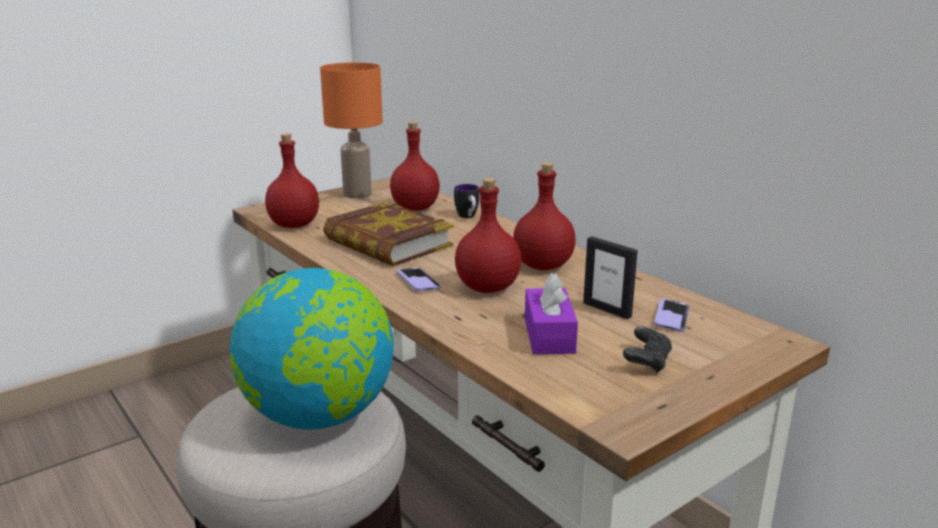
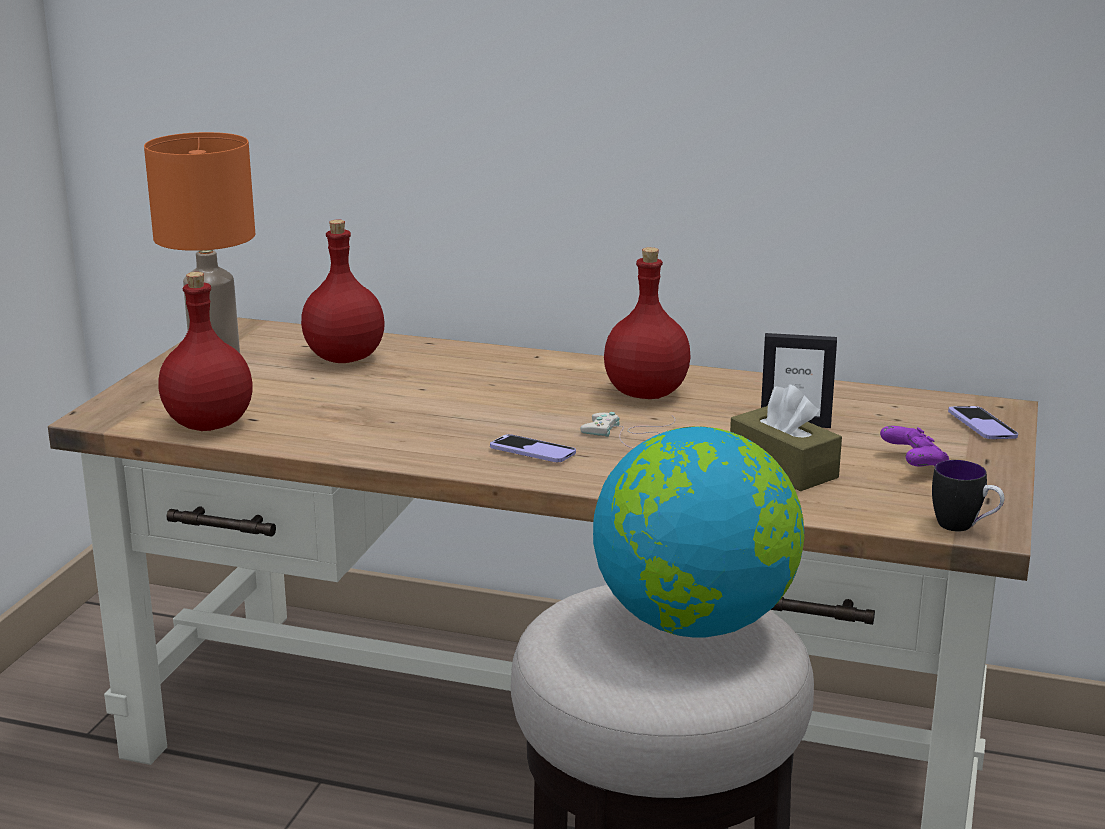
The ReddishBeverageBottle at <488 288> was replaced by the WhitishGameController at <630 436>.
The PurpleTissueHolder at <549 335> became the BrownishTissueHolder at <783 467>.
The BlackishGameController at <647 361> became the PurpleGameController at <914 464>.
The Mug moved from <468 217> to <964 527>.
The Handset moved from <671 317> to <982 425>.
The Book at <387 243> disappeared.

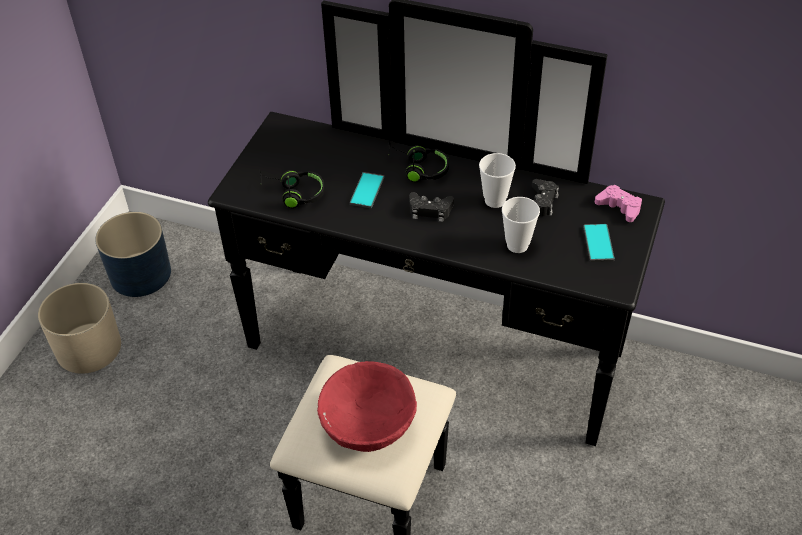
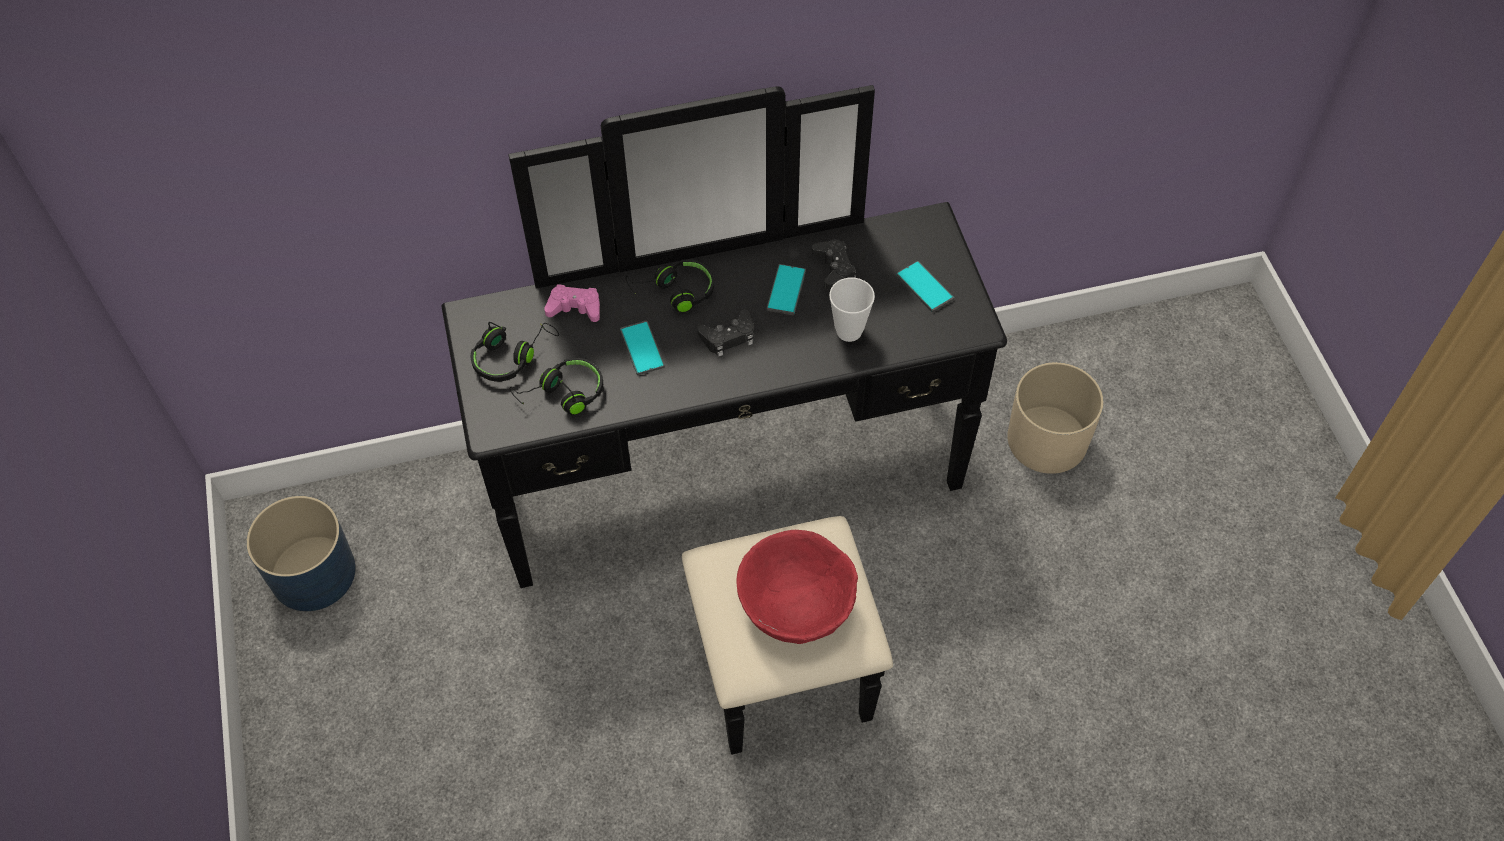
The BlackishHeadphones at <512 356> appeared.
The PinkColouredGameController moved from <619 207> to <575 308>.
The SmallCup at <495 200> was replaced by the Handset at <786 290>.
The SandColouredPlanter moved from <89 348> to <1048 440>.

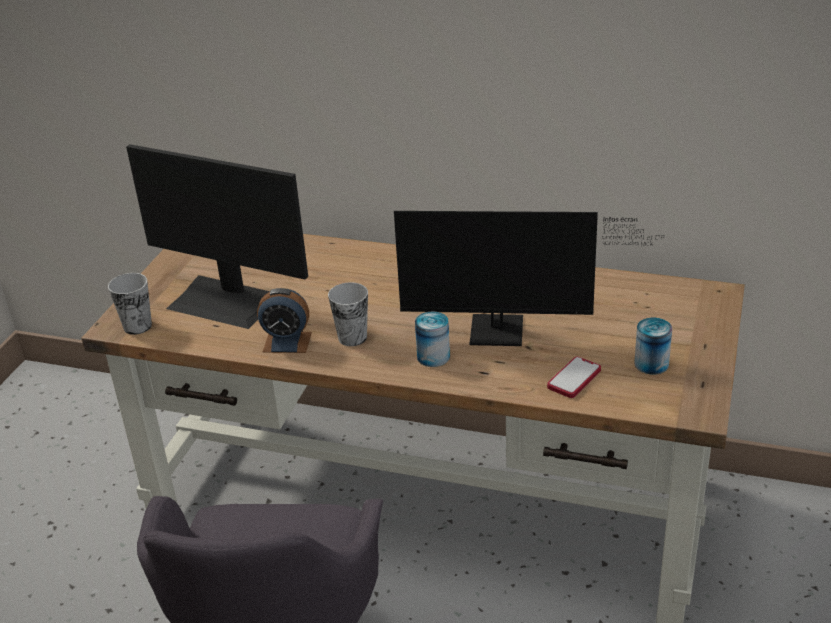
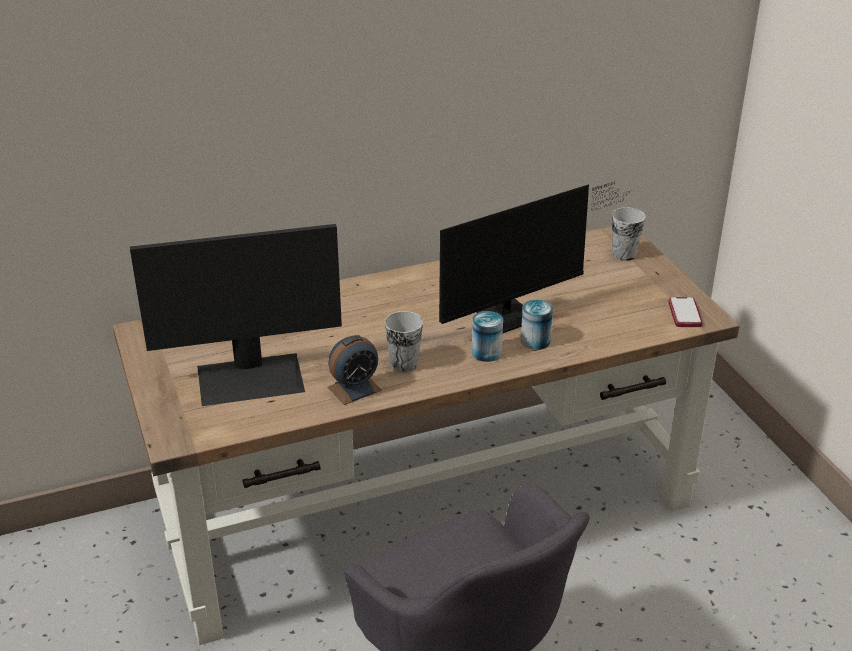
The MetalCan moved from <651 364> to <535 341>.
The SmallCup moved from <137 326> to <624 254>.
The Handset moved from <574 379> to <684 313>.

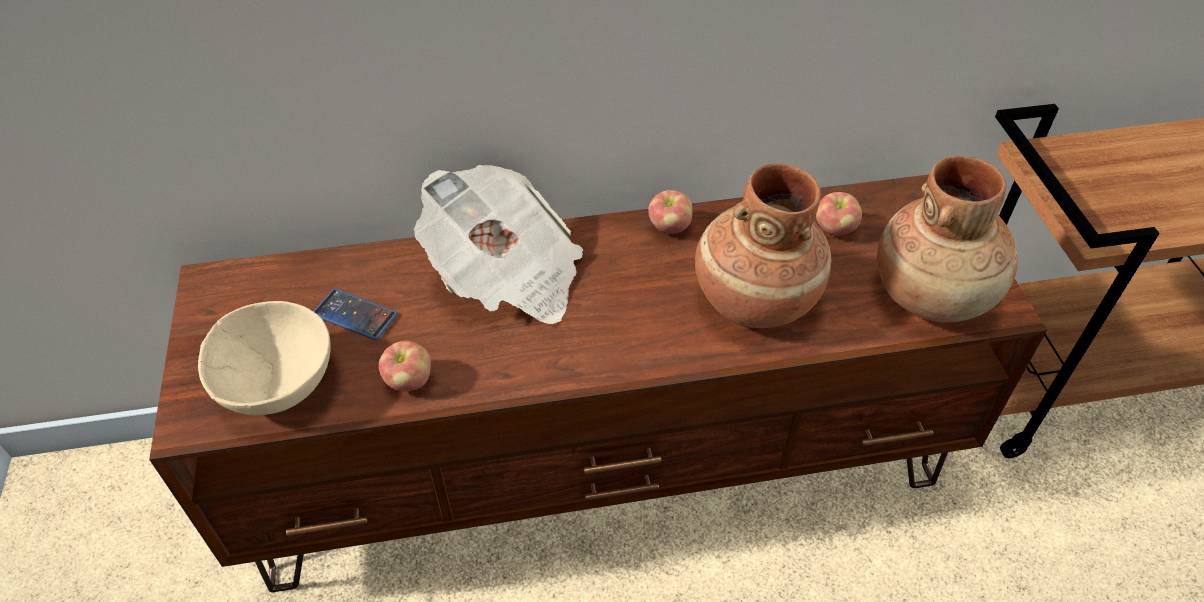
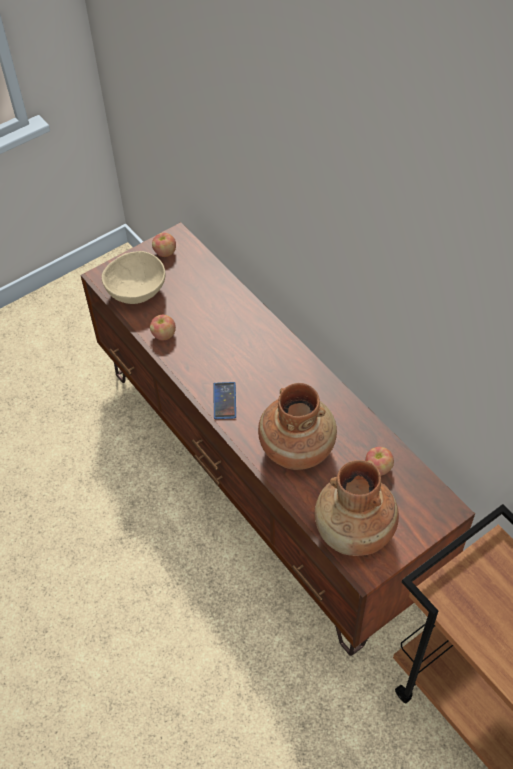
The WholeApple moved from <669 227> to <165 252>.
The Handset moved from <355 315> to <224 401>.
The Newspaper at <506 275> disappeared.

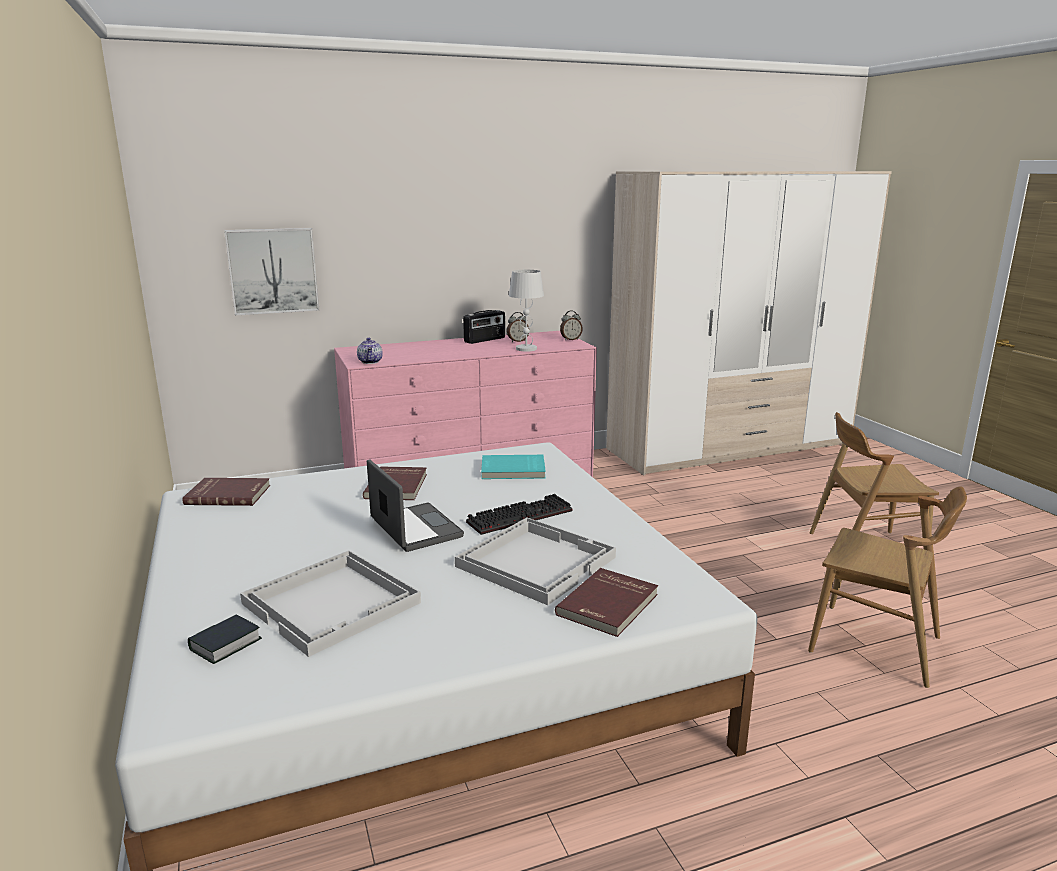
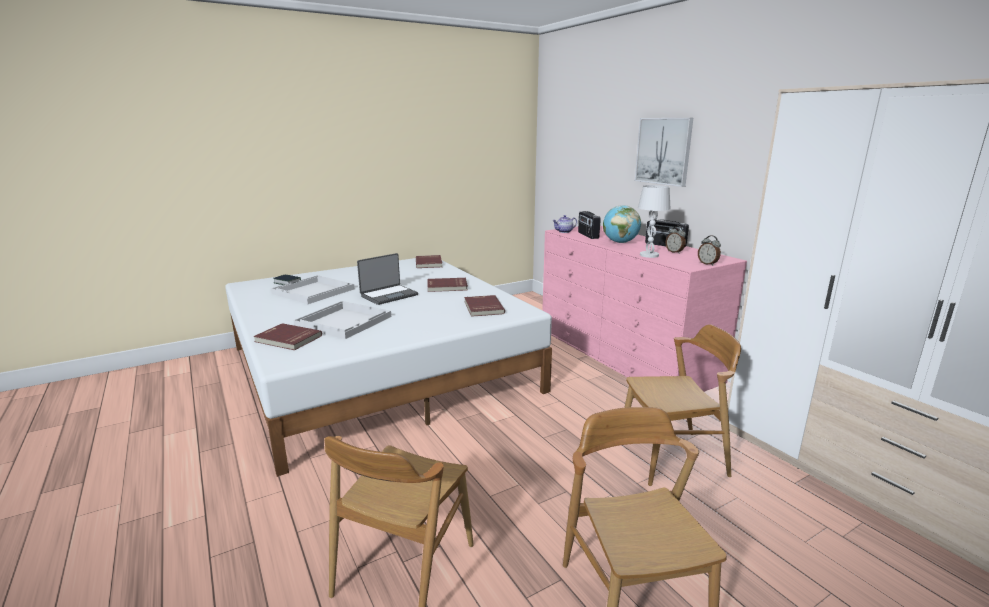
The TurquoiseColouredBook at <513 470> became the ReddishBook at <483 308>.
The RadioReceiver at <587 235> appeared.
The Globe at <620 242> appeared.
The BrownishUprightChair at <672 458> appeared.
The WallArt moved from <273 271> to <663 151>.
The Keyboard at <520 515> disappeared.

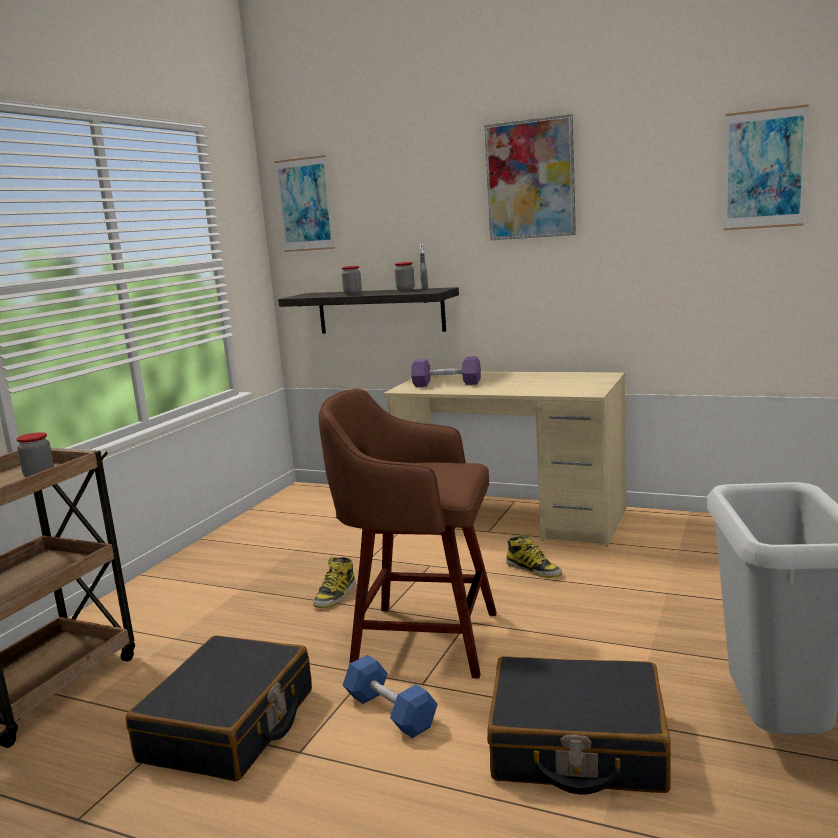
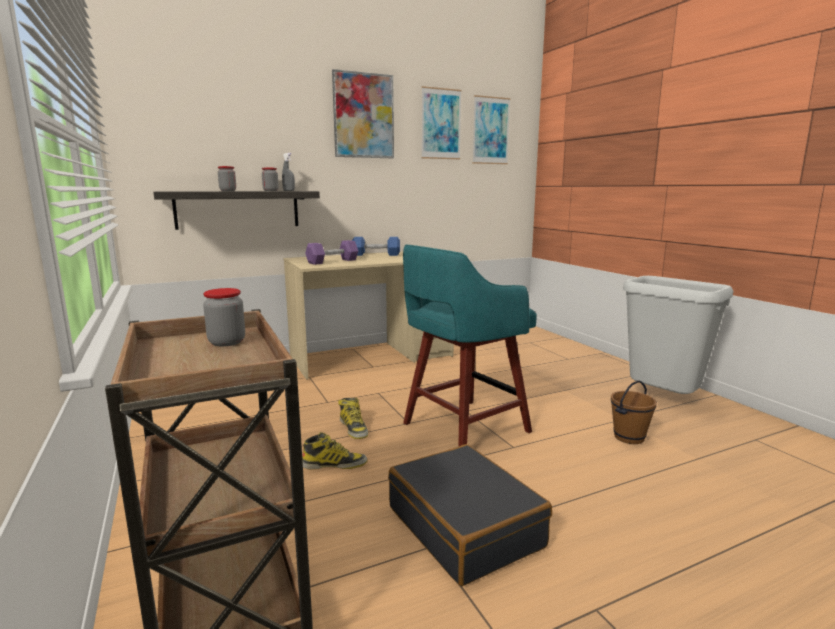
The HighTopBoot moved from <534 569> to <335 464>.
The BluishHandWeight moved from <390 711> to <376 255>.
The BrownishStoolSeat at <420 639> became the TurquoiseColouredStoolSeat at <462 428>.
The WallArt moved from <305 204> to <441 124>.
The BlackishPieceOfLuggage at <577 746> was replaced by the BrownishBucket at <628 437>.

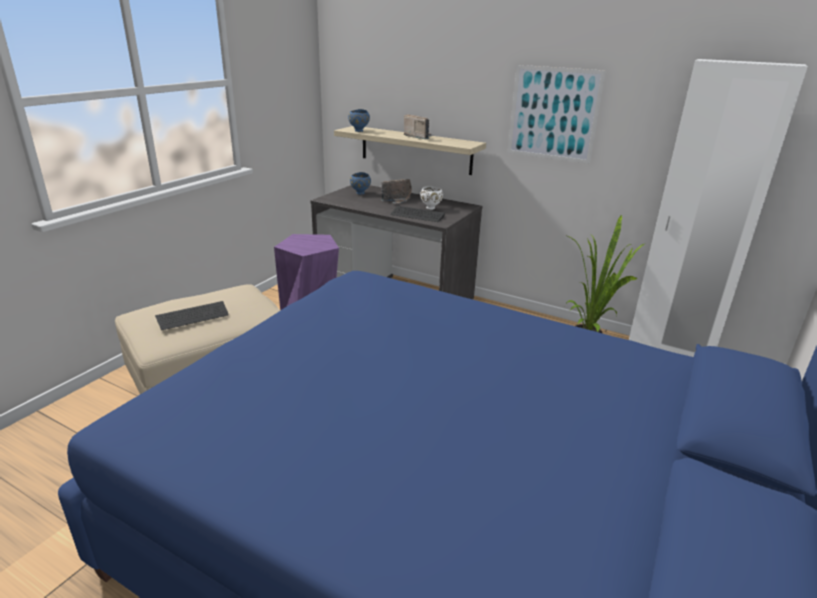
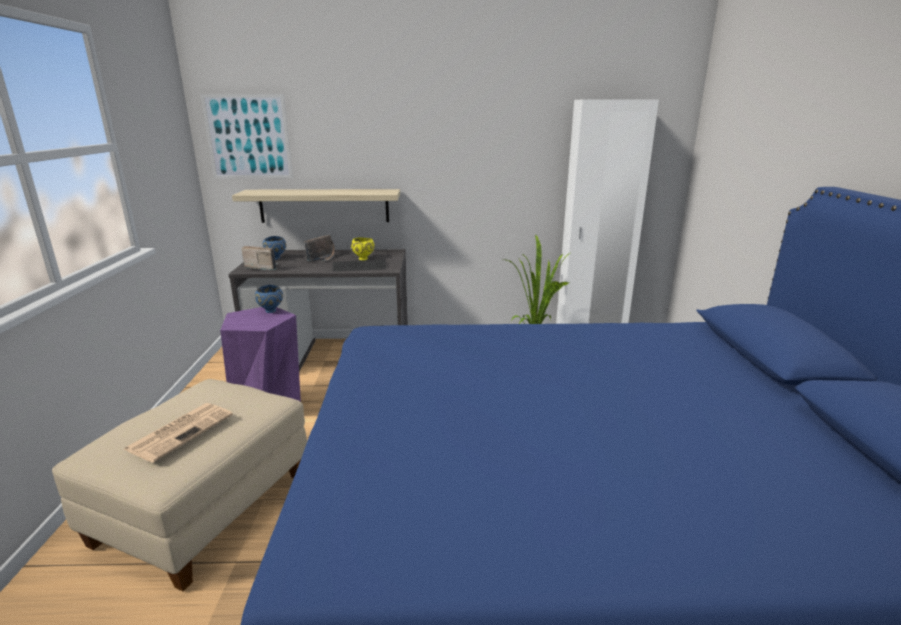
The Keyboard at <193 317> was replaced by the Newspaper at <181 431>.
The WallArt moved from <553 114> to <248 137>.
The RadioReceiver moved from <418 137> to <262 267>.
The BluishServingBowl moved from <359 131> to <271 311>.
The WhitishServingBowl at <431 208> became the YellowServingBowl at <364 259>.

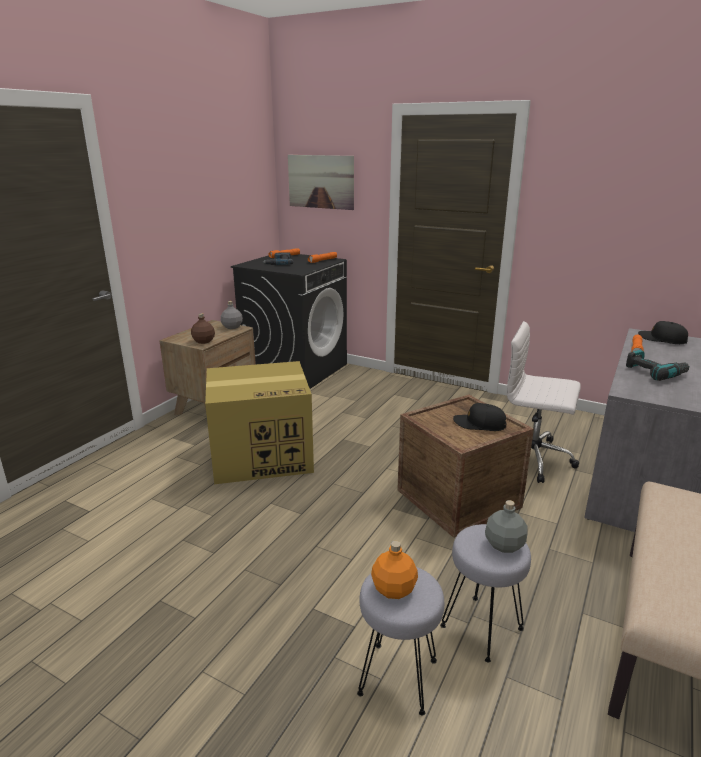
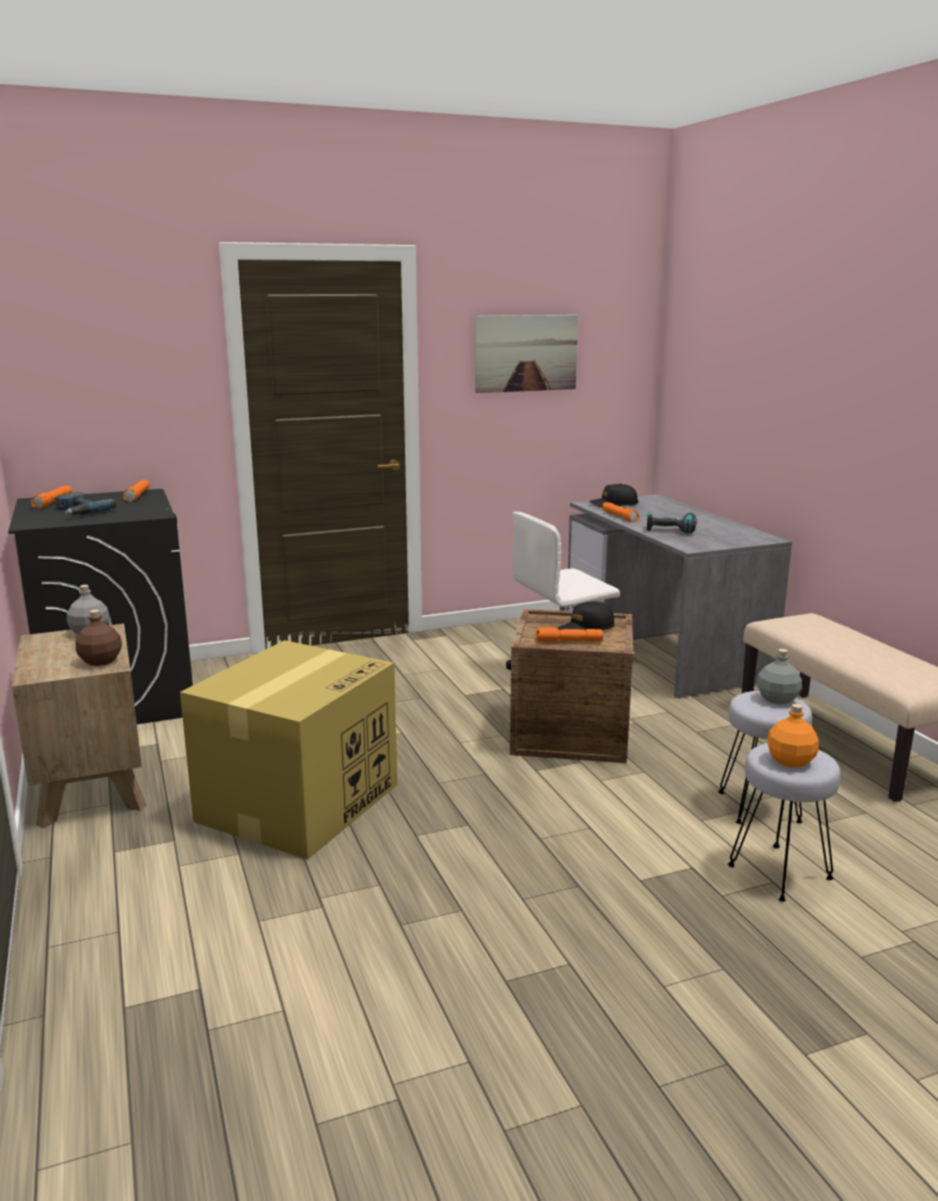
The WallArt moved from <321 181> to <526 353>.
The OrangeFlashlight at <568 642> appeared.

